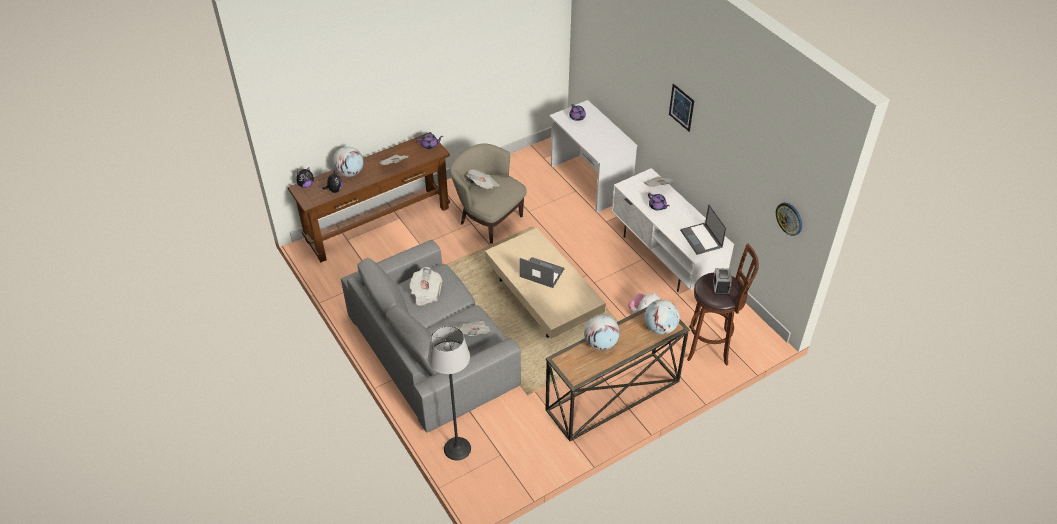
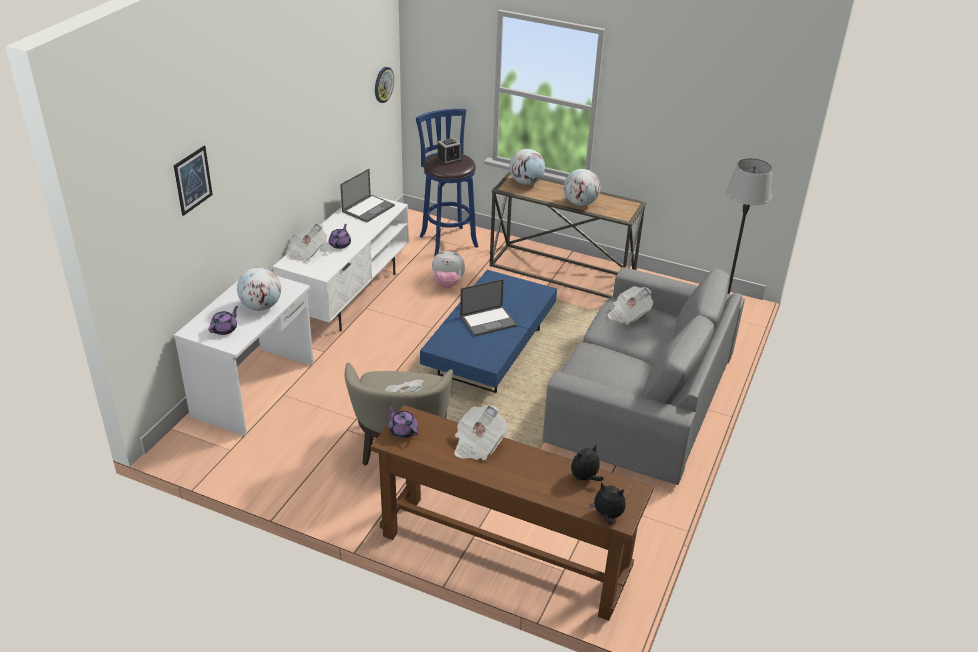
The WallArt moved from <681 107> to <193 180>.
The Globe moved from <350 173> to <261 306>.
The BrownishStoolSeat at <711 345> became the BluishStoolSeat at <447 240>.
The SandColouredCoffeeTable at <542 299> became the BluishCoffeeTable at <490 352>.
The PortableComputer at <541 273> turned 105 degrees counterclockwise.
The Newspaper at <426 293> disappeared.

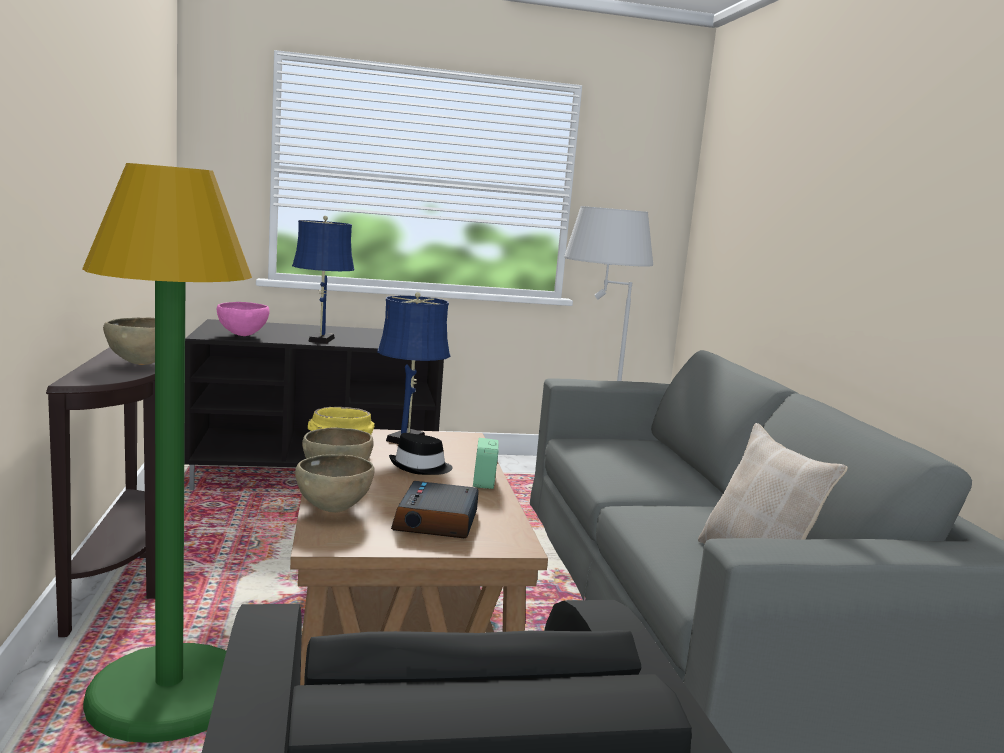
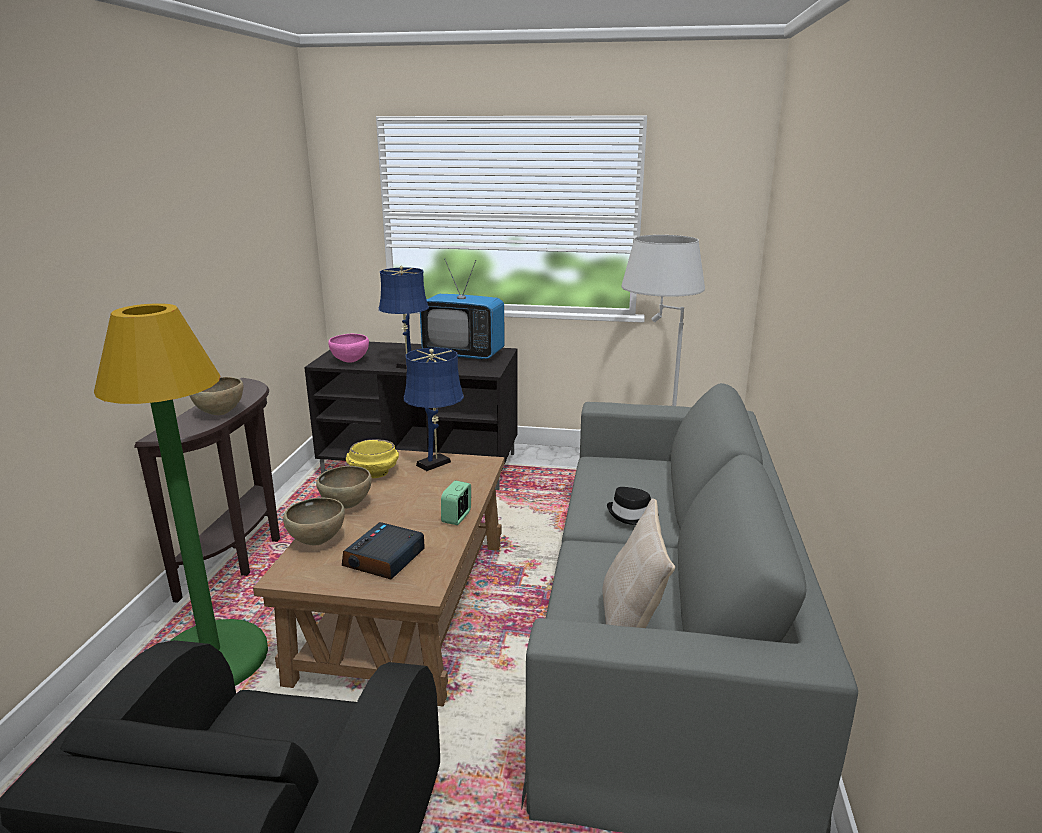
The TvSet at <463 354> appeared.
The BlackishWearableHat moved from <420 468> to <632 515>.

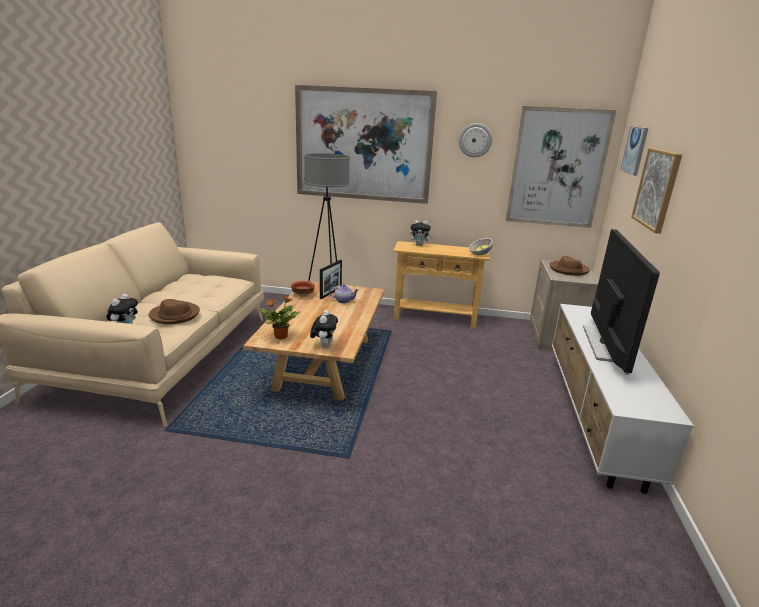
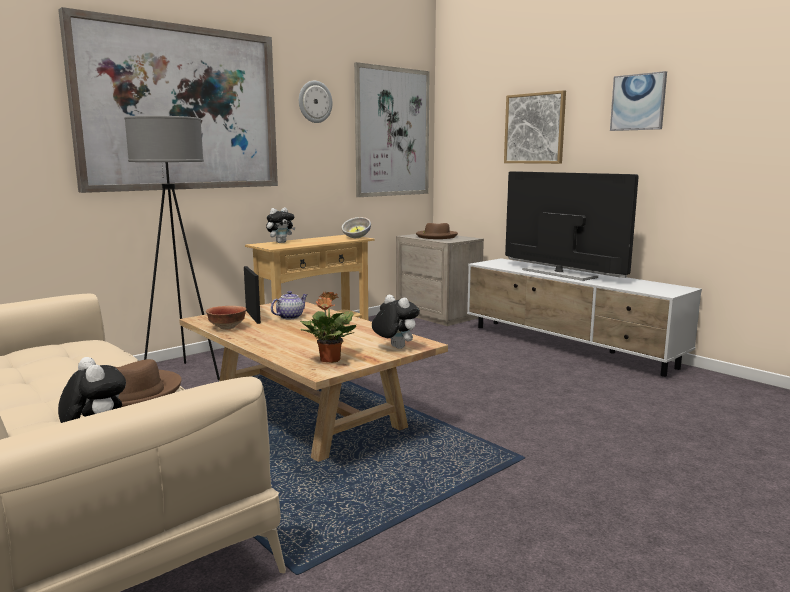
The WallArt moved from <635 150> to <638 102>.

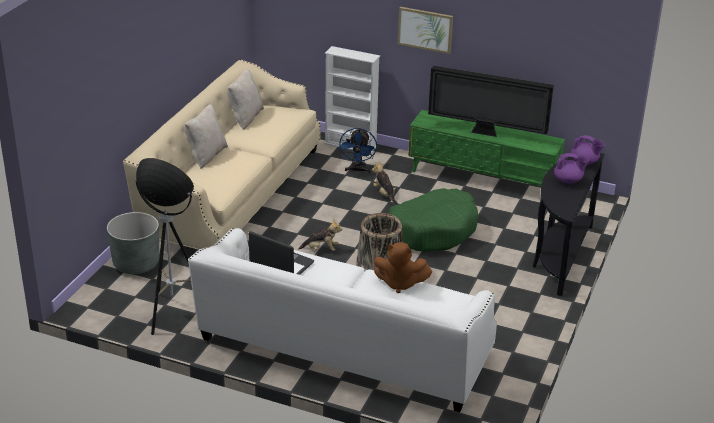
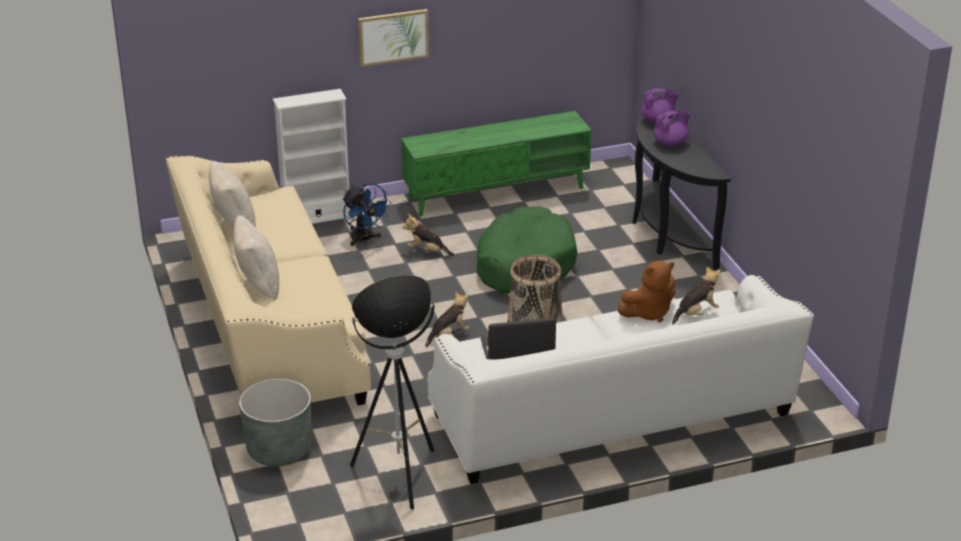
The CuddlyToy at <696 313> appeared.
The TvSet at <486 133> disappeared.

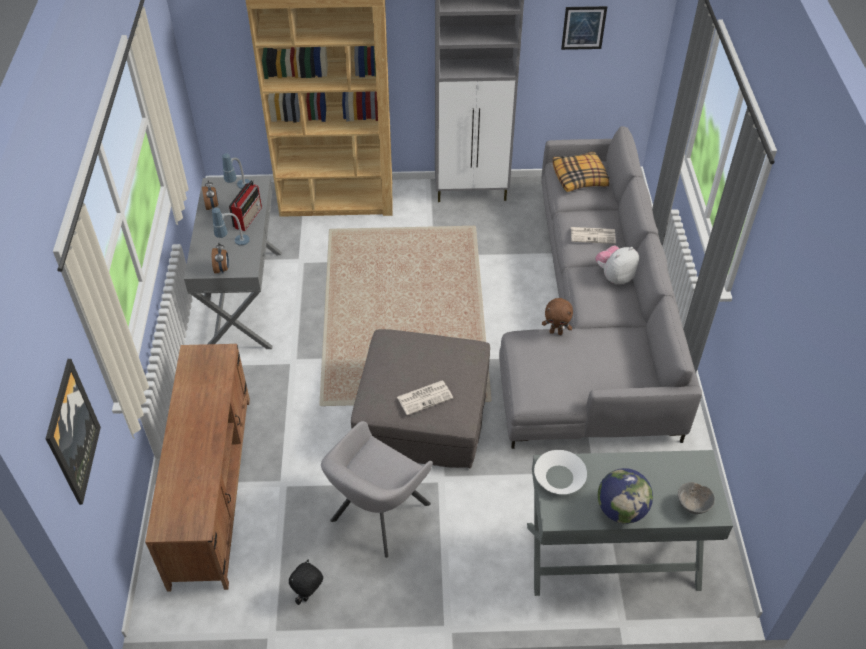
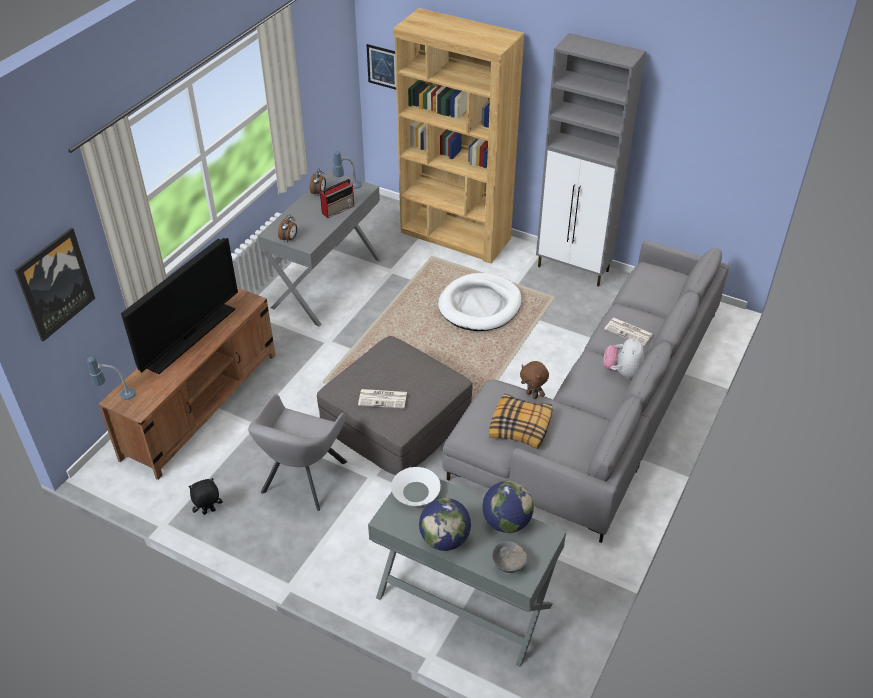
The LampForATable moved from <234 245> to <116 396>.
The TvSet at <191 337> appeared.
The GrayLoungeChair at <377 515> turned 45 degrees counterclockwise.
The WallArt moved from <583 27> to <383 67>.
The WhitishDogCushion at <480 305> appeared.
The Globe at <506 522> appeared.
The Pillow moved from <580 177> to <520 427>.
The CuddlyToy at <614 276> turned 75 degrees counterclockwise.

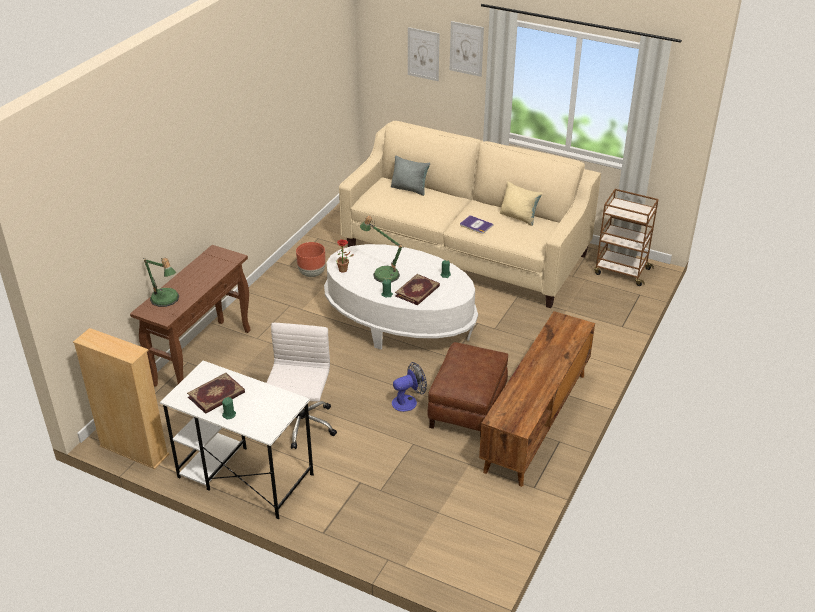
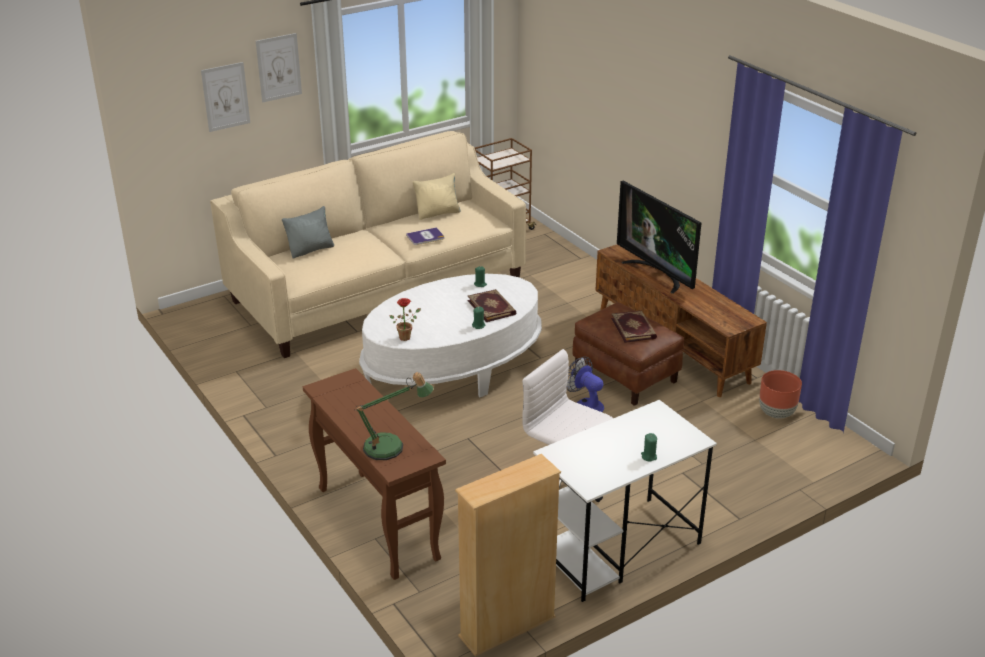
The CoolingFan at <408 401> turned 45 degrees counterclockwise.
The Book moved from <217 395> to <634 328>.
The TvSet at <657 274> appeared.
The BrownishPlanter moved from <312 274> to <777 413>.
The LampForATable at <383 273> disappeared.

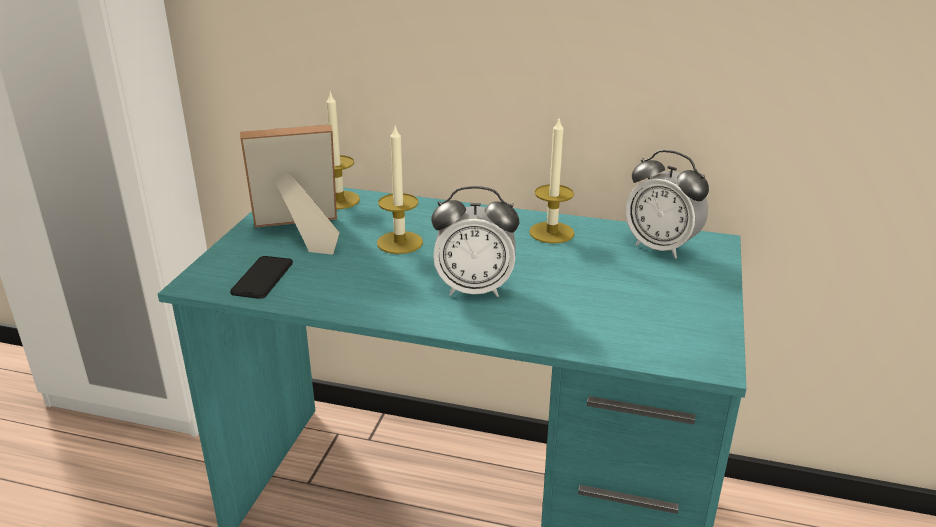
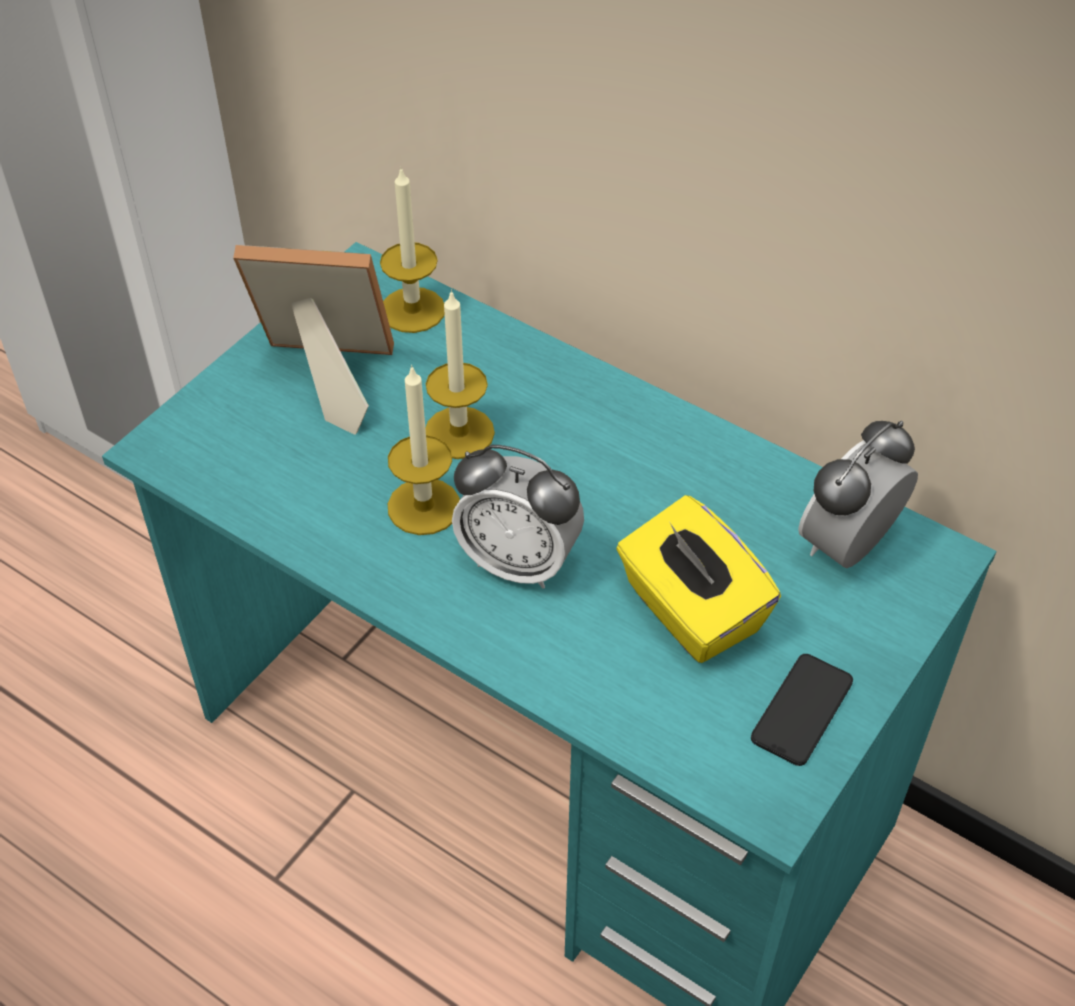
The Candle moved from <551 232> to <424 506>.
The YellowTissueHolder at <690 610> appeared.
The Handset moved from <262 278> to <802 710>.
The AlarmClock at <661 247> turned 75 degrees clockwise.

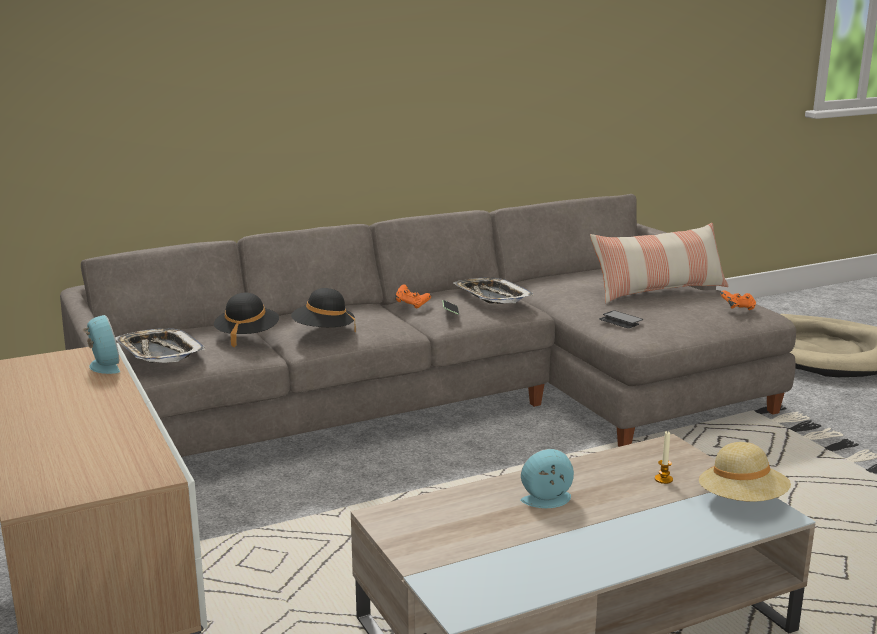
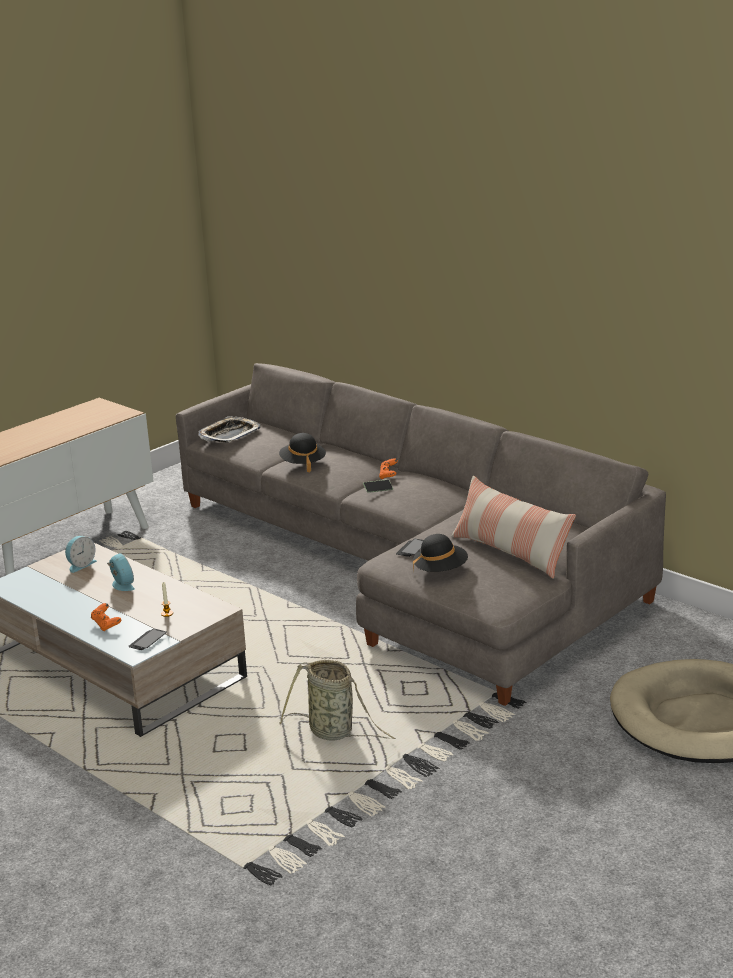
The AlarmClock moved from <103 366> to <80 565>.
The OrangeGameController moved from <738 308> to <106 625>.
The SandColouredWearableHat at <742 501> was replaced by the Handset at <147 640>.
The HouseholdBasket at <334 732> appeared.
The BlackishWearableHat moved from <247 336> to <440 570>.
The CarryingTray at <492 297> disappeared.

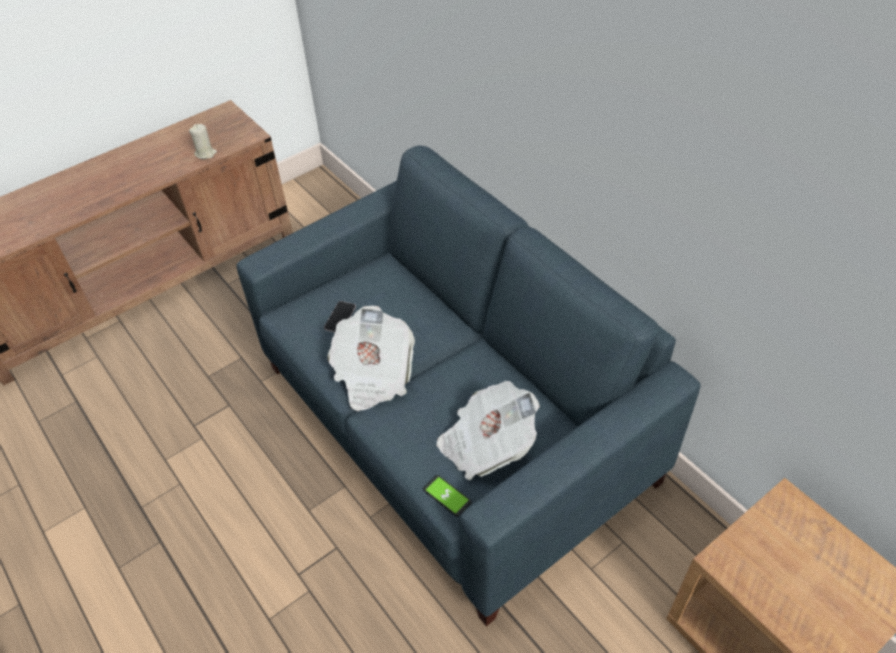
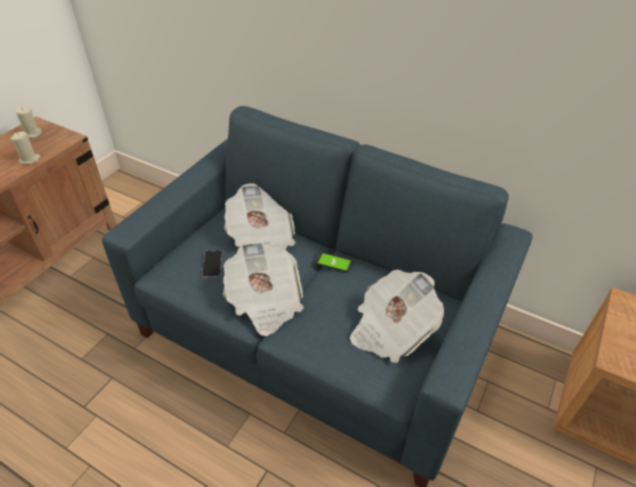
The SandColouredCandle at <32 134> appeared.
The Newspaper at <261 238> appeared.
The Handset moved from <447 496> to <334 263>.

